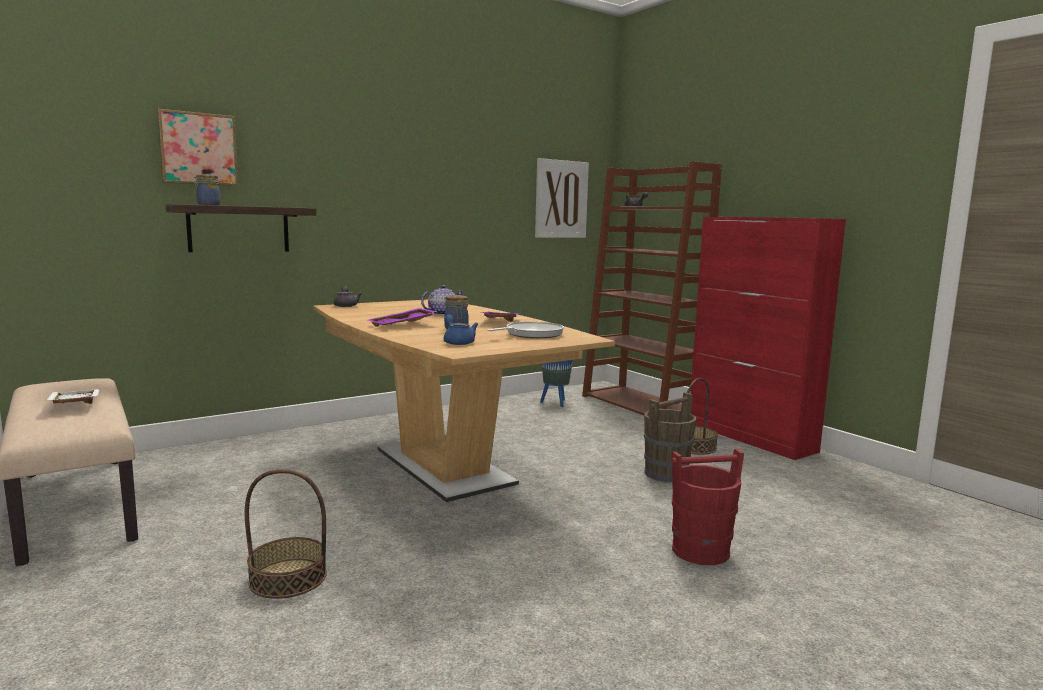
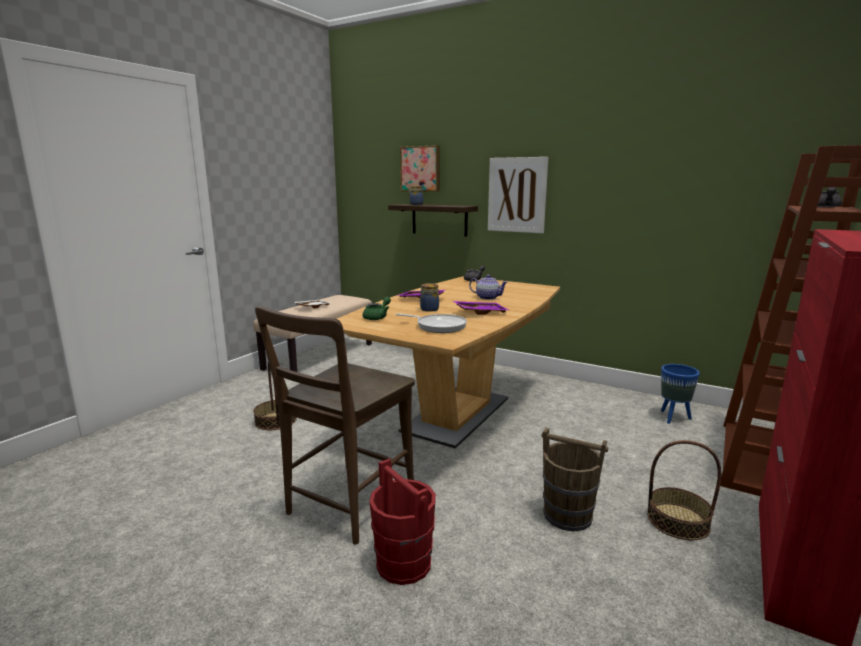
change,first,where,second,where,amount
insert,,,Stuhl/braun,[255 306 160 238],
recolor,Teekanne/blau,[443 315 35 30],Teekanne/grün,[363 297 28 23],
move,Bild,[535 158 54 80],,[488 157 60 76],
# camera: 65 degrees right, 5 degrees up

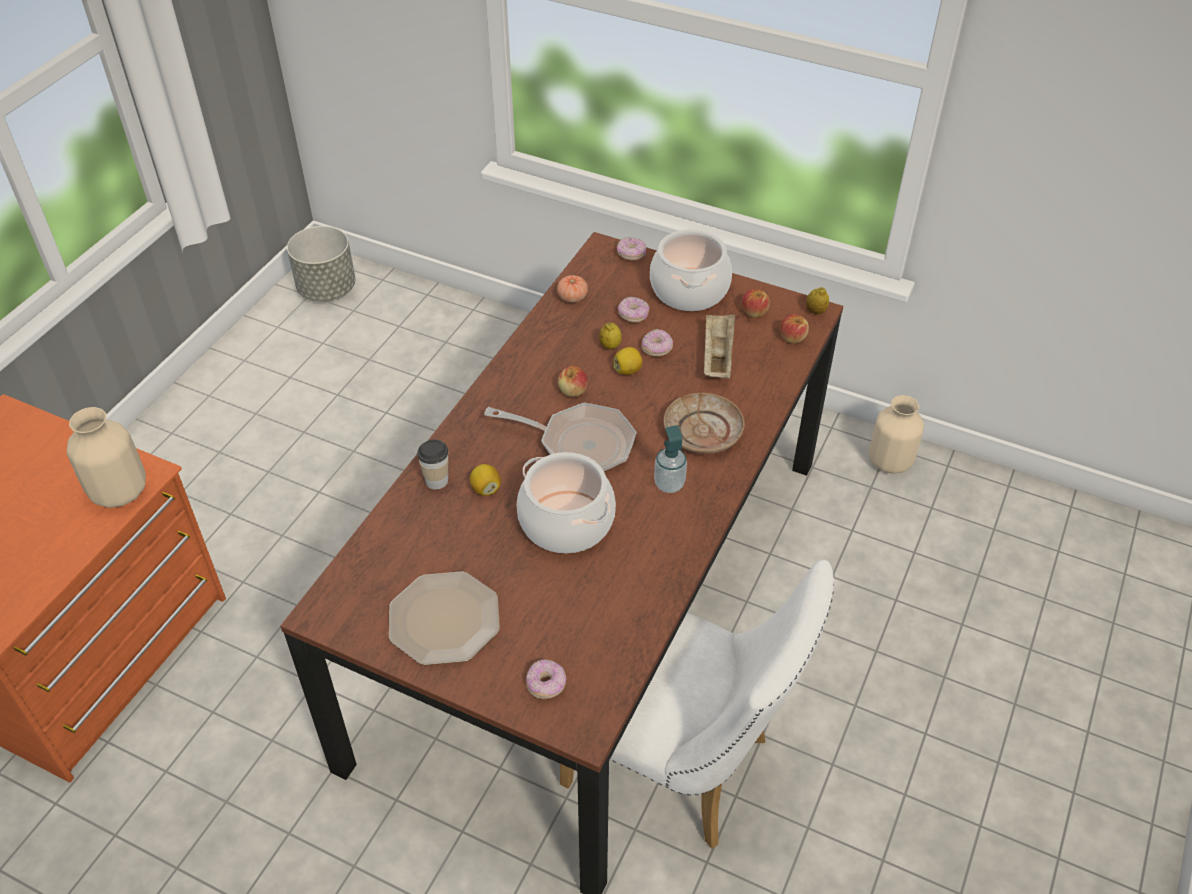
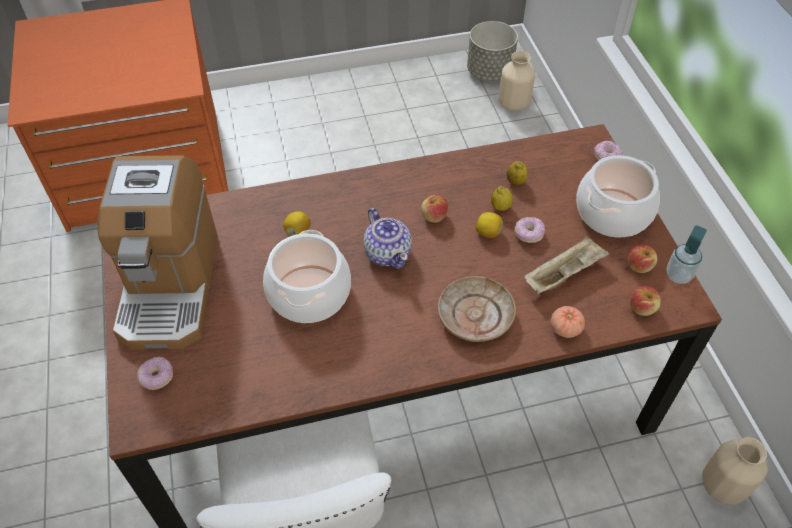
change,first,where,second,where,amount
replace,Teller,[389 571 111 94],Kaffeemaschine,[97 155 121 195],
replace,Pfanne,[484 403 153 69],Teekanne,[363 208 49 61],
move,Vase/beige,[67 407 79 101],,[499 51 36 60],
move,Zitrone,[806 287 23 27],,[507 161 21 24],
move,Tomate,[557 275 31 27],,[551 306 34 32],
move,Seifenspender,[654 425 33 68],,[666 225 41 59],
delete,Tasse,[417 439 32 51],,,
delete,Donut,[618 296 31 27],,,
# camera: 50 degrees right, 5 degrees up

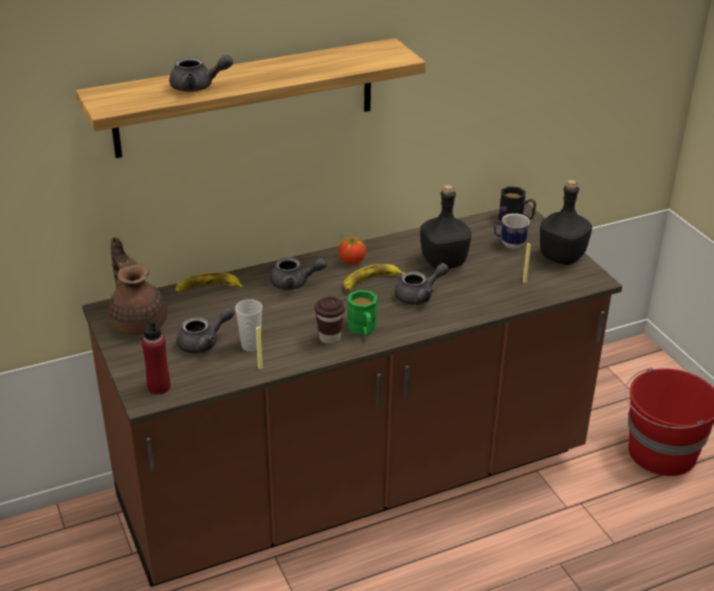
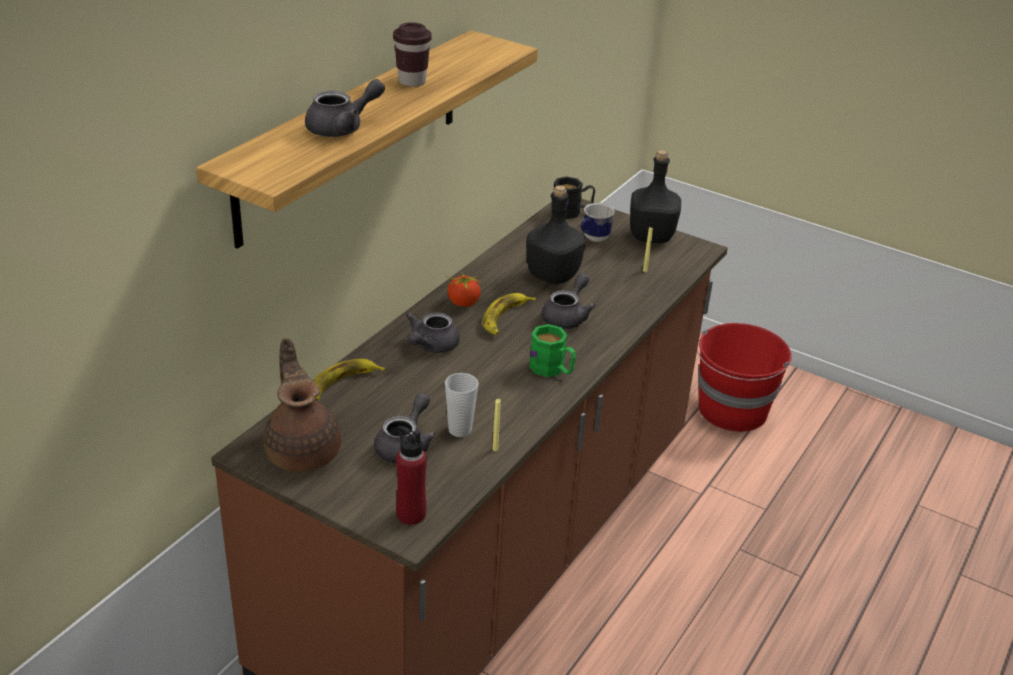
change,first,where,second,where,amount
rotate,Teekanne/braun,[108 237 59 99],,[263 338 78 134],45 degrees clockwise
move,Tasse/braun,[315 296 30 48],,[393 22 39 65],
rotate,Teekanne/grau,[270 257 57 33],,[406 312 54 41],150 degrees clockwise
# camera: 35 degrees left, 0 degrees up

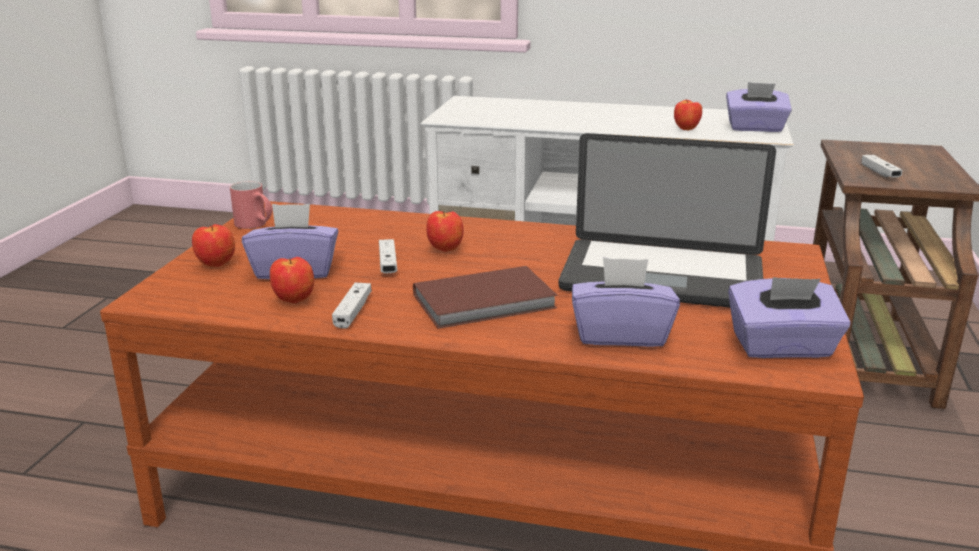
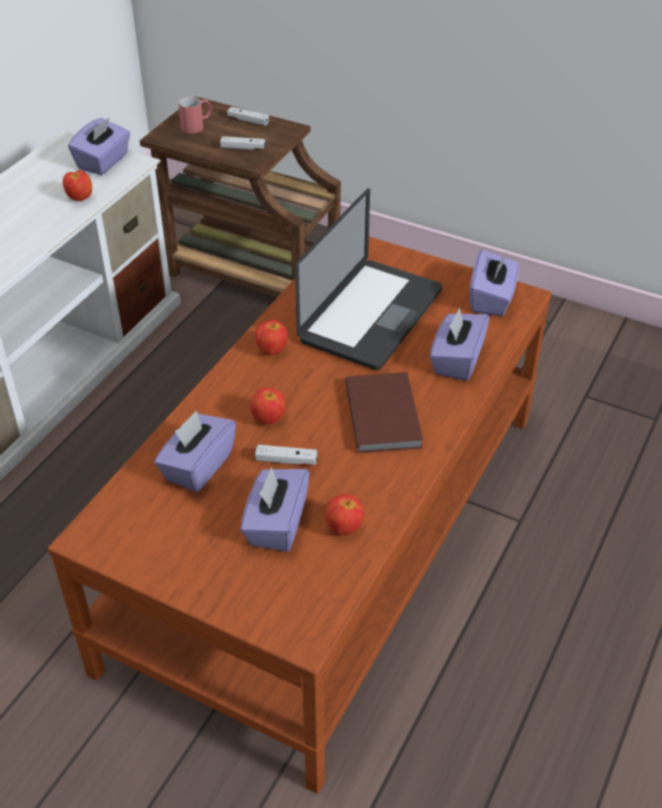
change,first,where,second,where,amount
insert,,,Taschentuchbox/lila,[154 411 82 82],
move,Henkelbecher/rot,[230 181 43 48],,[178 97 34 37],
move,Gamepad/weiß,[332 282 40 47],,[227 107 42 19],
move,Apfel,[192 224 43 43],,[255 320 33 35],
# camera: 75 degrees left, 20 degrees up

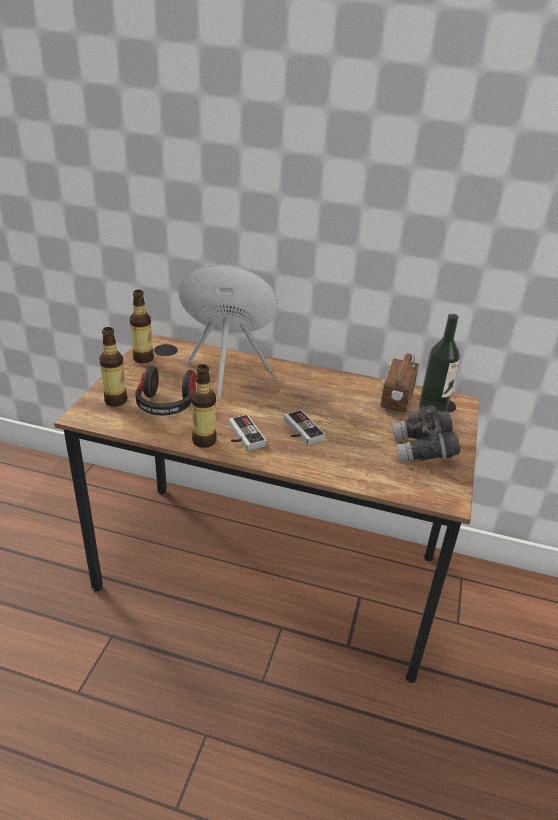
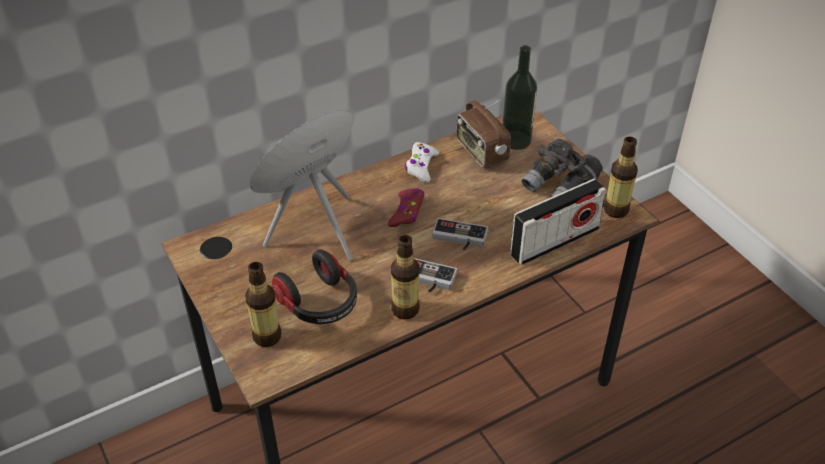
change,first,where,second,where,amount
insert,,,Gamepad/rot,[388 189 36 38],
insert,,,Gamepad/weiß,[405 142 34 41],
insert,,,Radio,[510 179 97 86],
move,Flasche,[130 290 24 73],,[603 137 35 81],
# camera: 45 degrees left, 10 degrees up

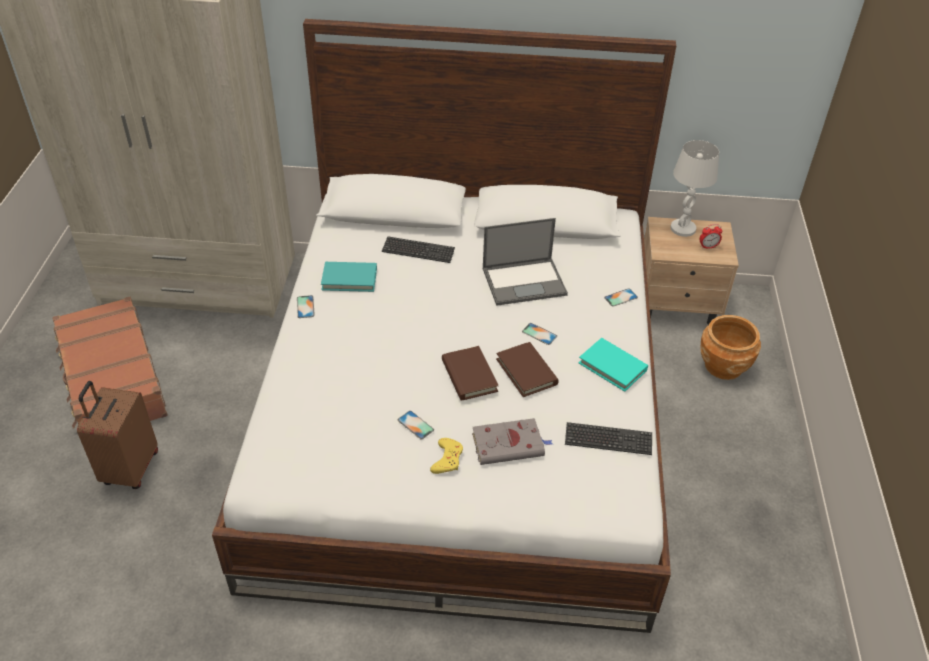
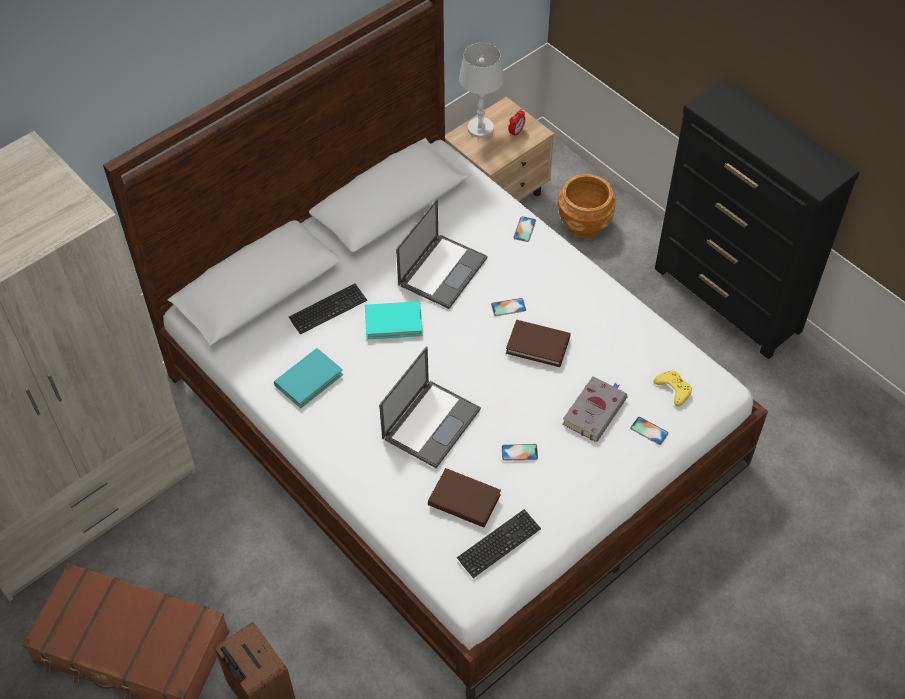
change,first,where,second,where,amount
move,Buch/türkis,[579 338 69 54],,[365 301 57 39],
insert,,,Laptop,[379 346 102 122],
move,Buch/braun,[442 346 57 55],,[428 468 73 59],
move,Tastatur,[565 422 87 33],,[457 509 84 69],
move,Handy,[297 295 18 23],,[630 417 38 28],
move,Gamepad/gelb,[430 438 33 36],,[653 370 39 36],
insert,,,Kommode/schwarz,[655 79 204 280],
# camera: 45 degrees left, 10 degrees up

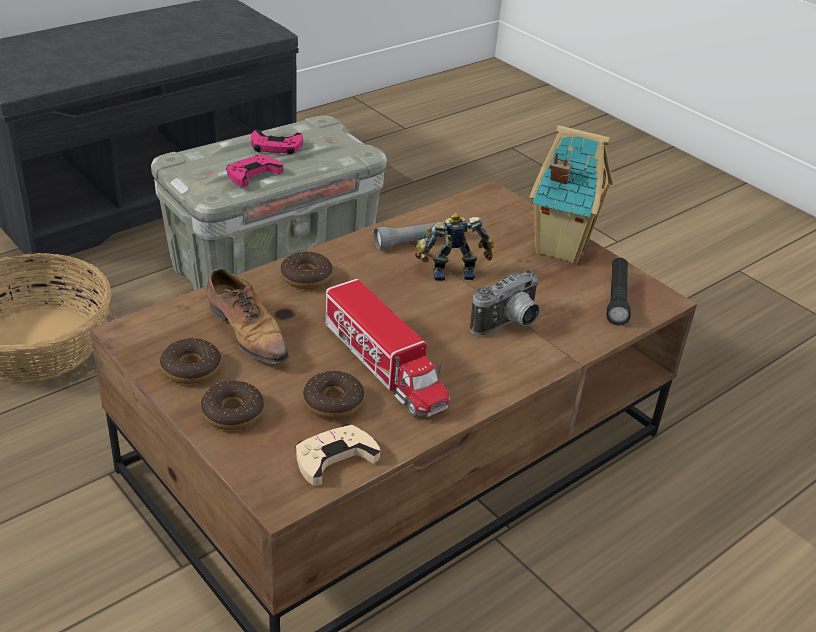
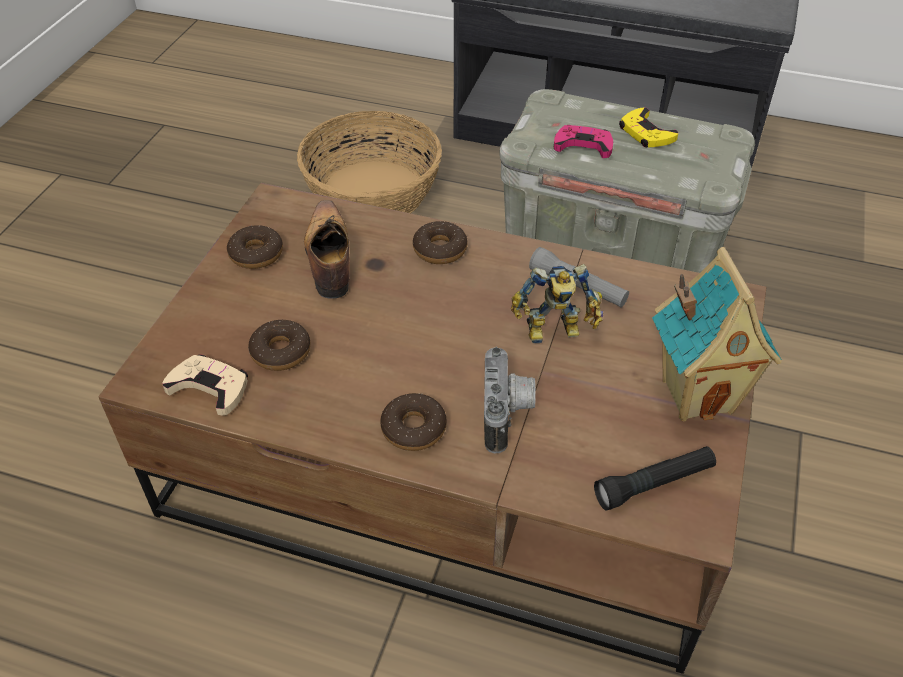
change,first,where,second,where,amount
rotate,Schuh,[207 268 82 98],,[304 200 46 99],150 degrees clockwise
move,Donut,[201 381 63 49],,[380 393 67 58],
rotate,Kamera,[470 270 70 66],,[484 347 52 106],105 degrees counterclockwise
rotate,Spielzeugroboter,[415 213 79 68],,[511 264 92 79],120 degrees clockwise
recolor,Gamepad/rosa,[251 130 52 25],Gamepad/gelb,[619 107 59 40],
delete,Spielzeuglaster,[324 279 126 138],,,
# camera: 60 degrees right, 10 degrees up

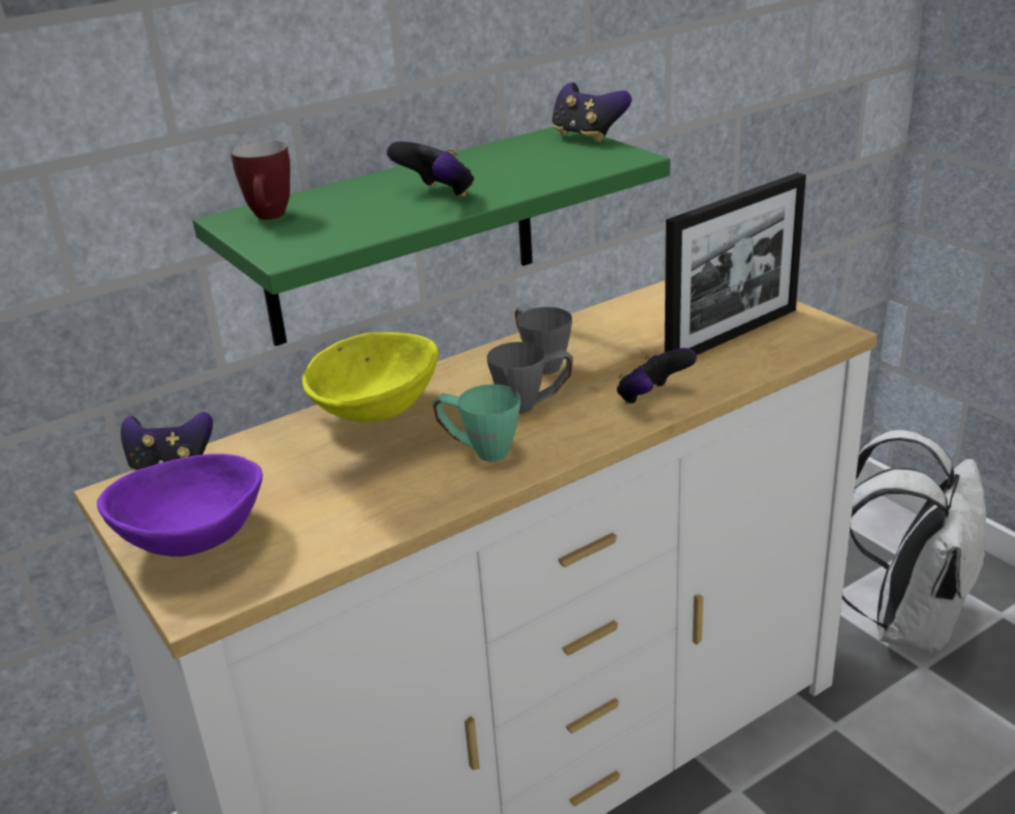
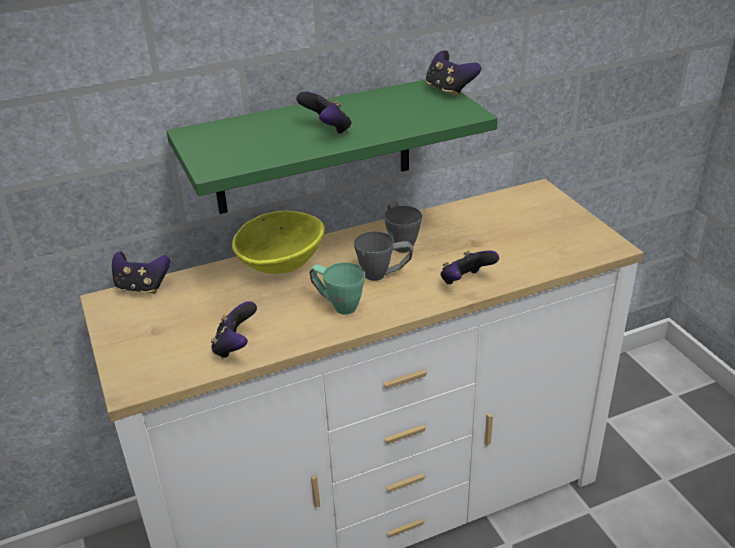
change,first,where,second,where,amount
insert,,,Gamepad,[211 301 46 58],
delete,Schüssel/lila,[97 454 166 103],,,
delete,Henkelbecher,[231 141 59 79],,,
delete,Bilderrahmen,[665 172 141 183],,,
delete,Rucksack/weiß,[842 430 145 225],,,
# camera: 10 degrees right, 5 degrees up

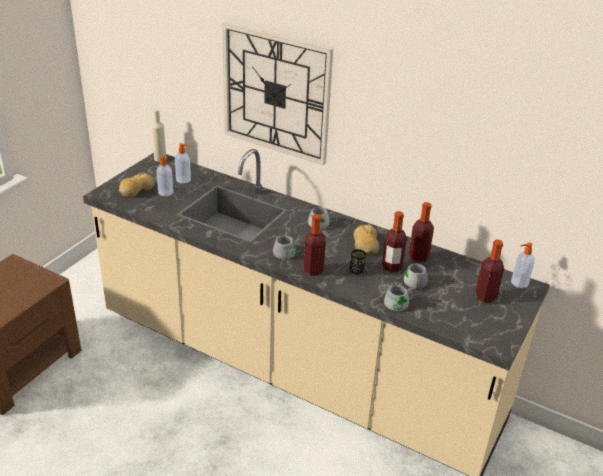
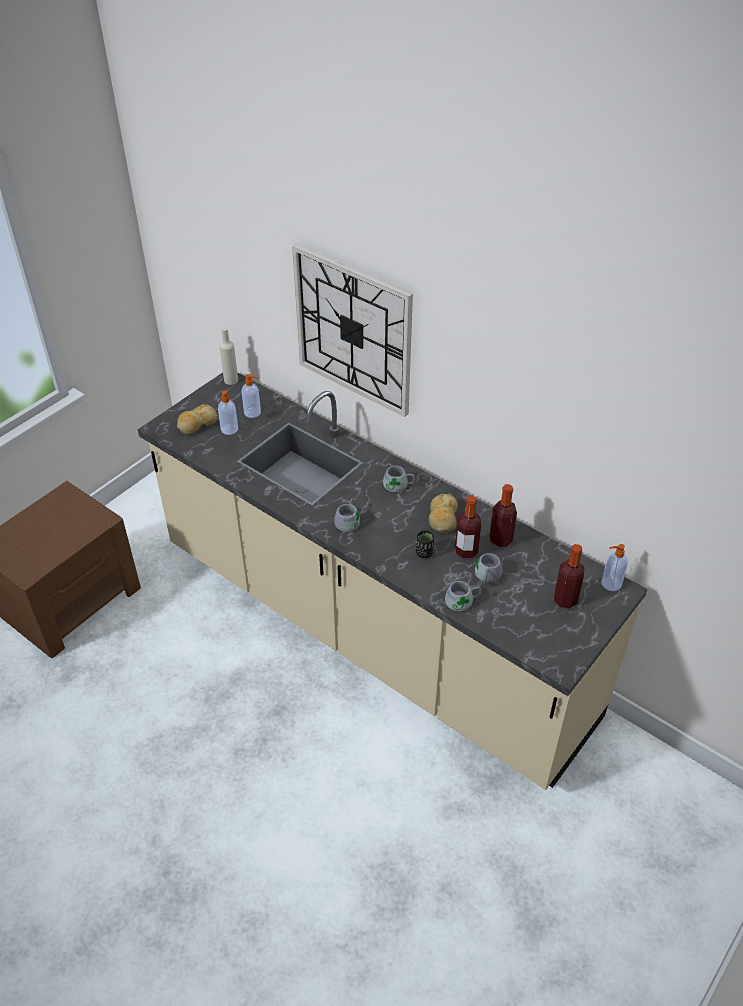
change,first,where,second,where,amount
delete,Flasche,[304 214 22 62],,,
# camera: 10 degrees right, 10 degrees up

